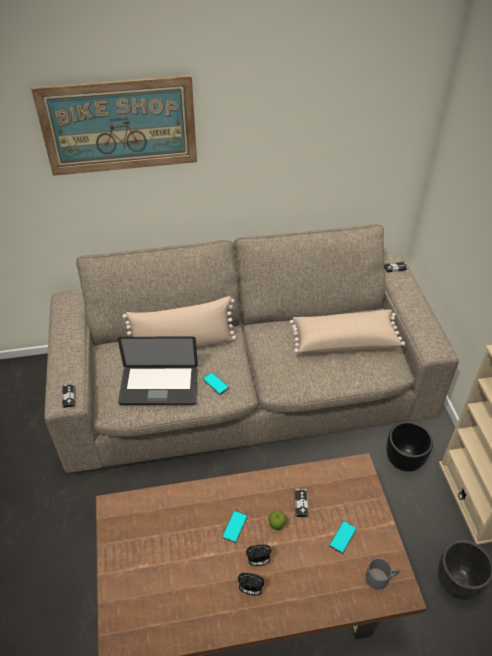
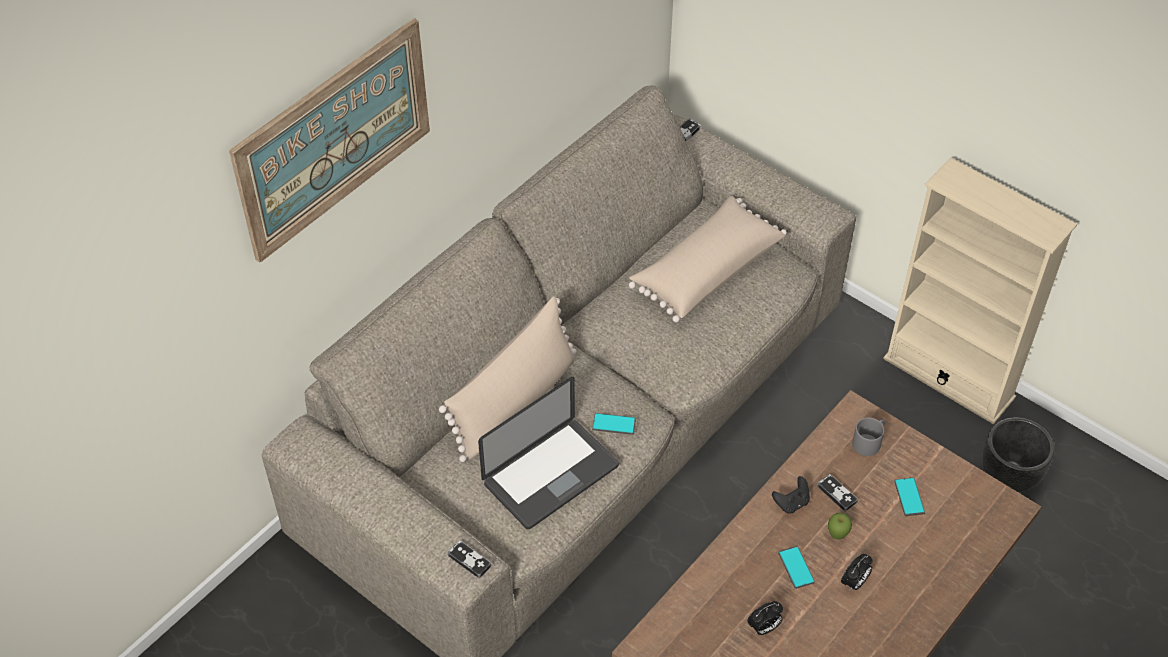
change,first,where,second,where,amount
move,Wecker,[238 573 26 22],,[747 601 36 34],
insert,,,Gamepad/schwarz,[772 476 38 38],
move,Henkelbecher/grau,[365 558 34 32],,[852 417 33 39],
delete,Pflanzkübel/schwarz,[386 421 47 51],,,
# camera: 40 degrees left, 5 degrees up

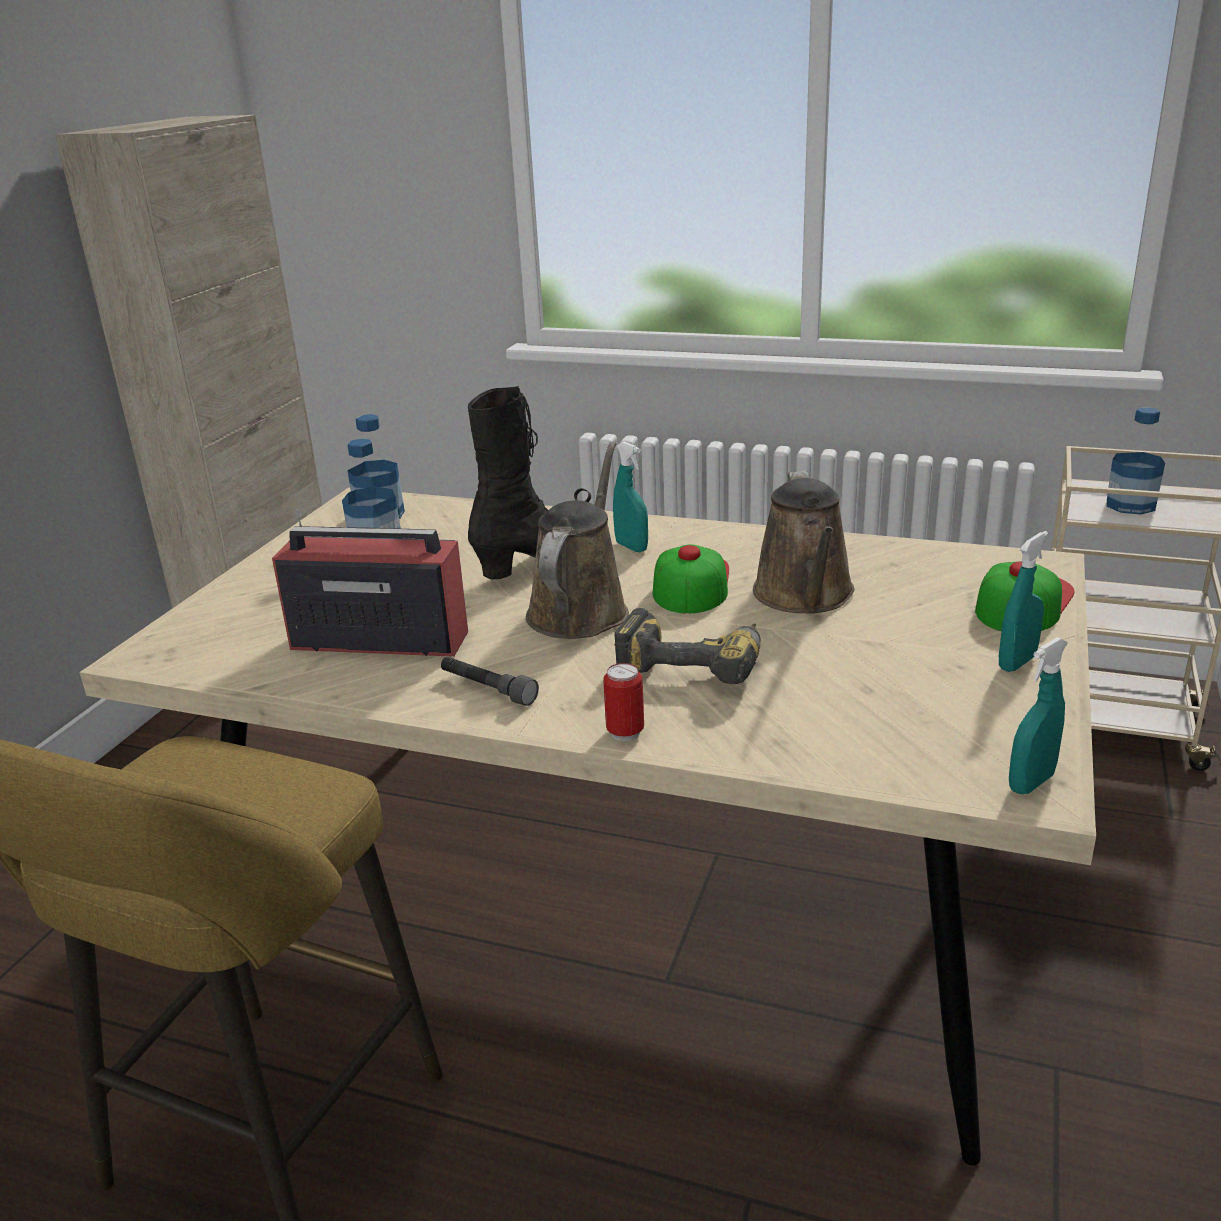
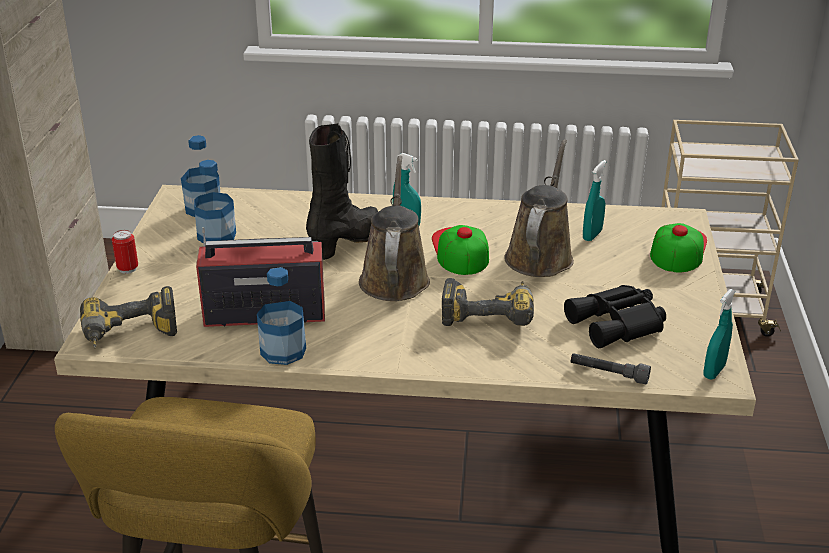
change,first,where,second,where,amount
insert,,,Bohrmaschine,[80 286 97 62],
move,Dose,[603 663 41 78],,[112 230 26 44],
move,Flasche,[1107 407 58 108],,[257 267 49 98],
rotate,Gießkanne/braun,[753 471 102 142],,[504 139 70 138],150 degrees counterclockwise
insert,,,Fernglas/schwarz,[564 285 102 63],
move,Taschenlampe/grau,[441 657 98 49],,[571 353 80 32],
move,Sprühflasche/türkis,[999 531 49 141],,[583 160 23 81],
# camera: 15 degrees left, 5 degrees up

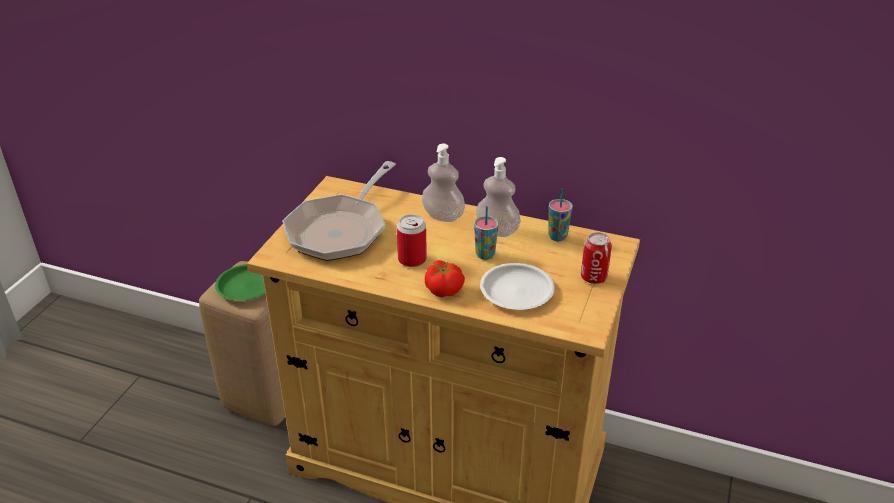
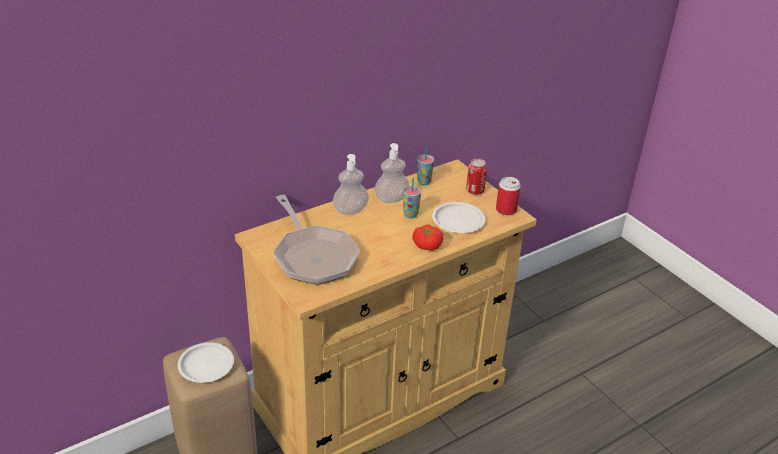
change,first,where,second,where,amount
recolor,Teller/grün,[215 264 50 37],Teller/weiß,[178 342 56 41],
move,Dose,[397 214 30 53],,[496 177 25 38],
# camera: 55 degrees left, 0 degrees up

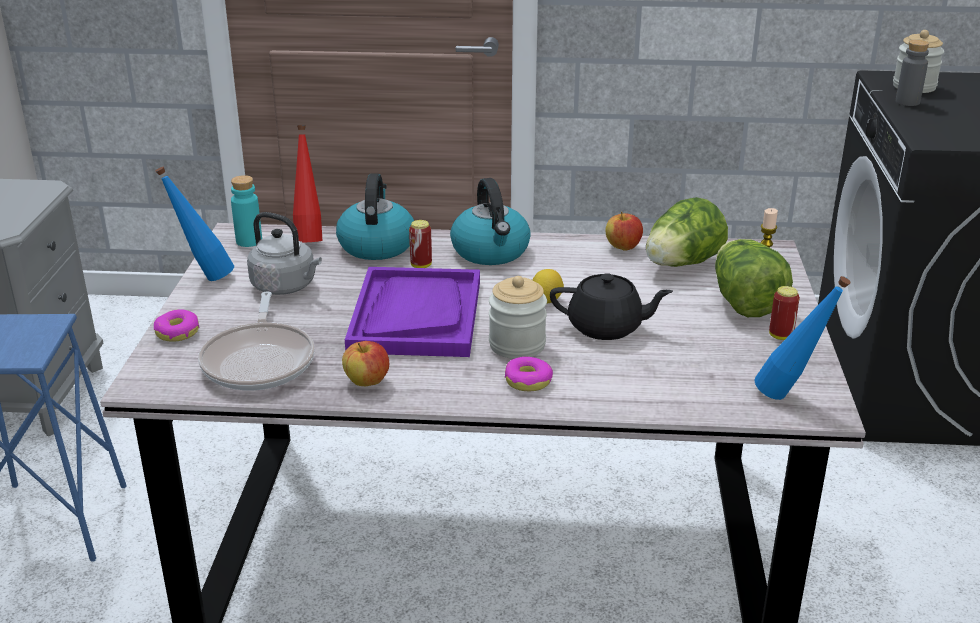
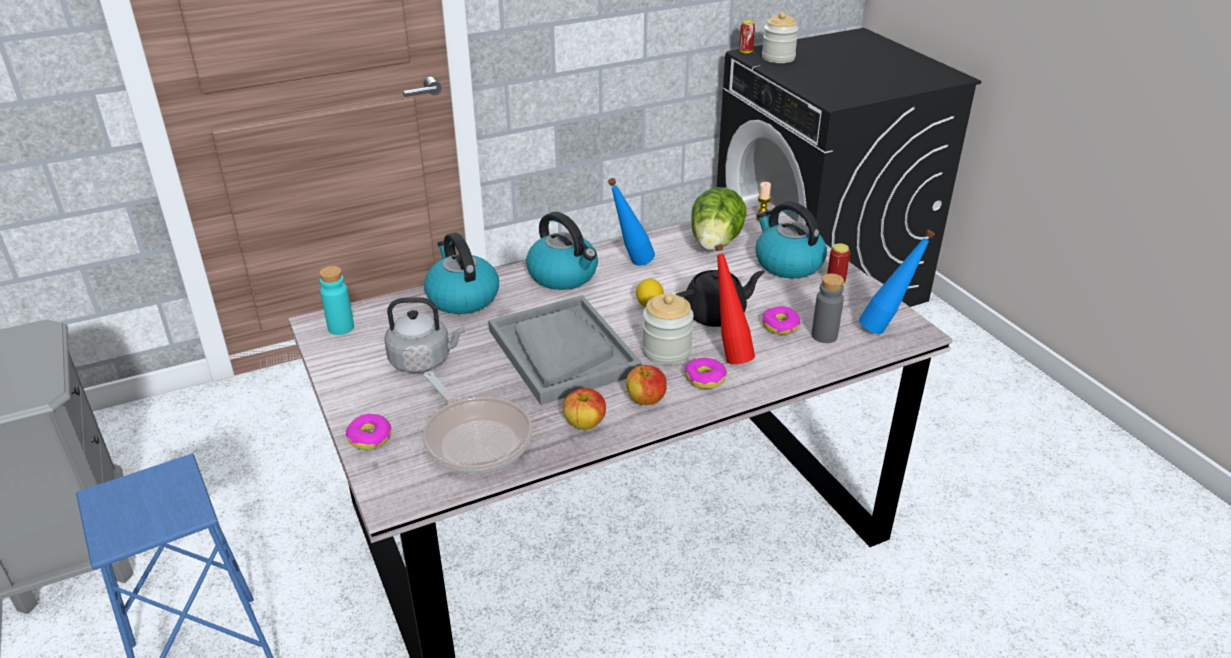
change,first,where,second,where,amount
recolor,Tablett/lila,[345 267 135 90],Tablett/grau,[488 295 154 110],
move,Flasche/blau,[156 167 78 114],,[608 178 47 88],
move,Apfel,[605 212 38 39],,[626 365 41 40],
move,Flasche/rot,[293 125 29 118],,[714 244 41 120],
move,Dose,[409 220 23 48],,[739 20 16 34],
replace,Salatkopf,[715 239 78 78],Wasserkessel,[755 201 72 77],
insert,,,Donut,[762 306 38 29],
move,Flasche/grau,[896 40 33 66],,[811 273 33 70],
# camera: 30 degrees left, 5 degrees up

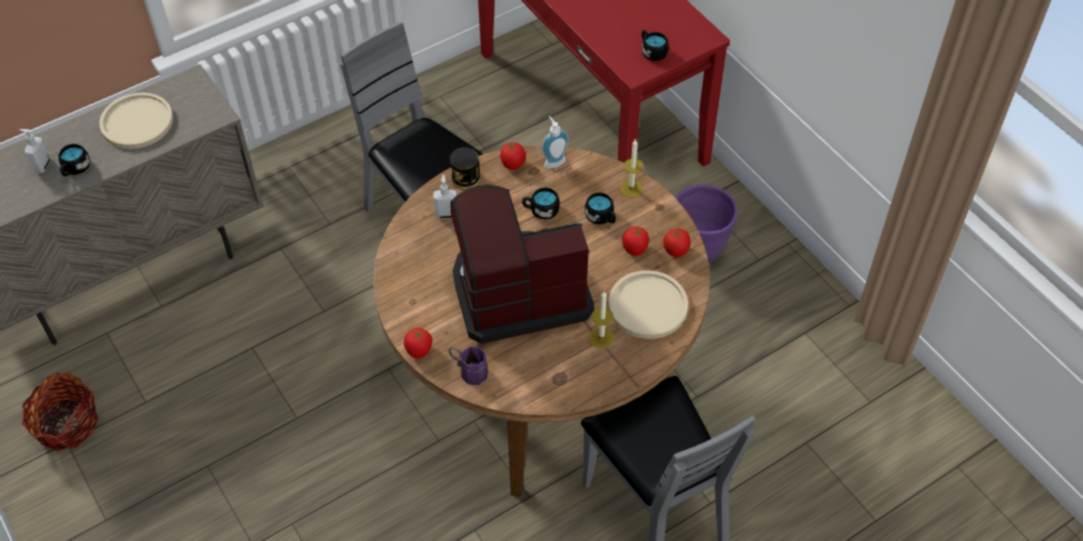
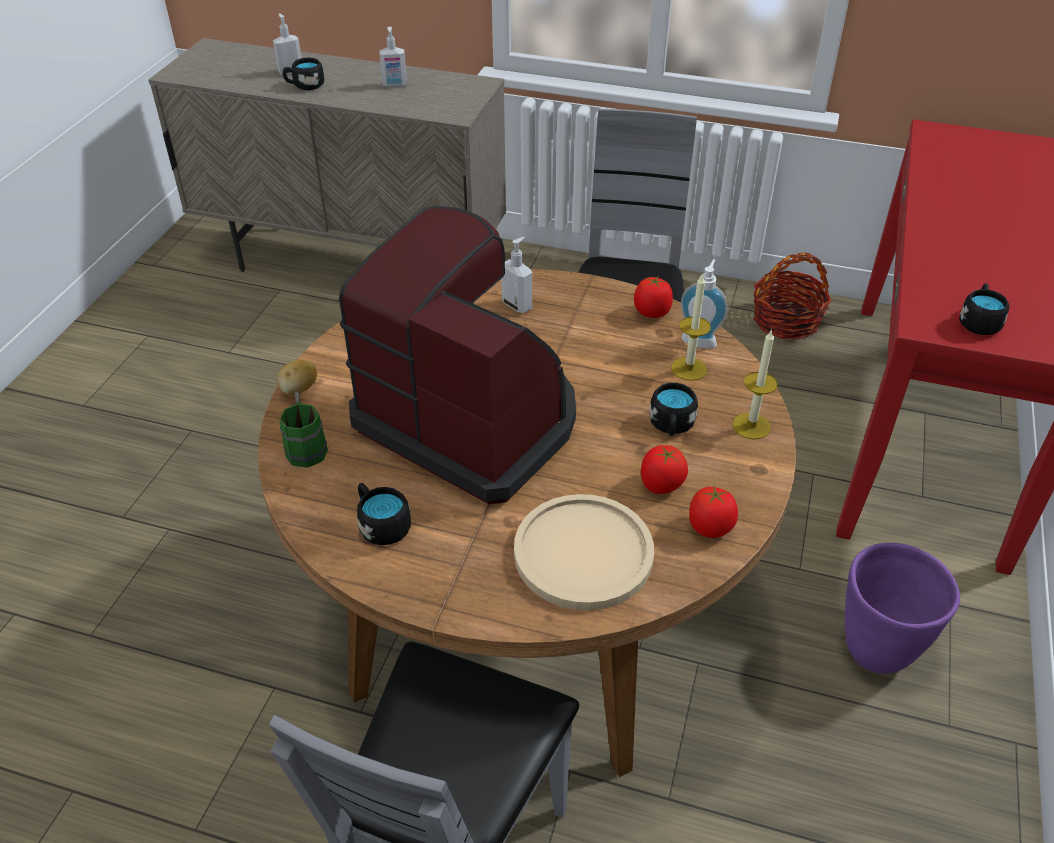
change,first,where,second,where,amount
replace,Tomate,[404 328 28 31],Kartoffel,[277 360 40 35],
recolor,Henkelbecher/lila,[449 346 39 39],Henkelbecher/grün,[279 392 49 76],
move,Henkelbecher/schwarz,[522 187 38 32],,[357 483 54 62],
replace,Teller/beige,[99 92 74 57],Seifenspender,[379 27 28 60],
move,Kerze,[589 292 25 56],,[671 273 40 108],
move,Korb,[22 372 76 79],,[754 252 77 87],
delete,Dose,[450 147 30 43],,,
# camera: 50 degrees right, 10 degrees down

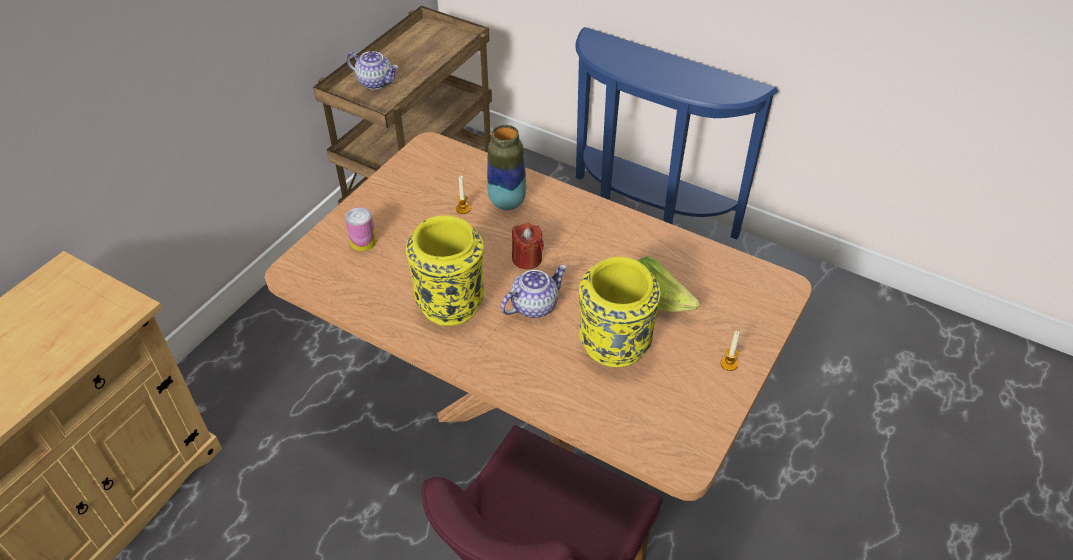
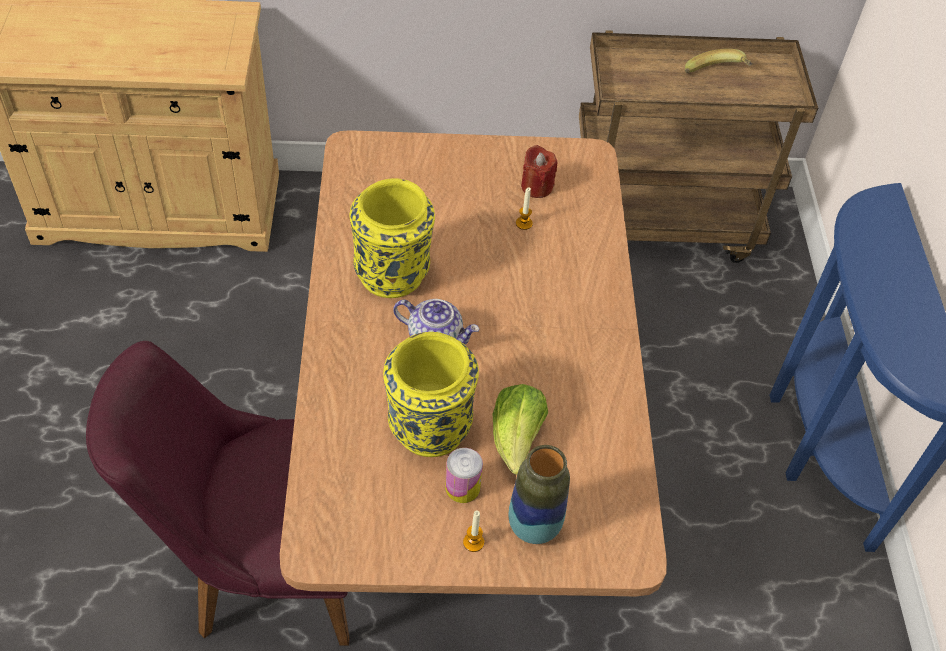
change,first,where,second,where,amount
move,Dose,[345 207 31 44],,[445 448 38 55],
move,Vase,[487 125 39 85],,[509 445 61 99],
move,Kerze/rot,[512 222 32 47],,[521 145 36 53],
insert,,,Banane,[685 49 67 24],
delete,Teekanne,[346 51 53 38],,,
# camera: 55 degrees right, 5 degrees up

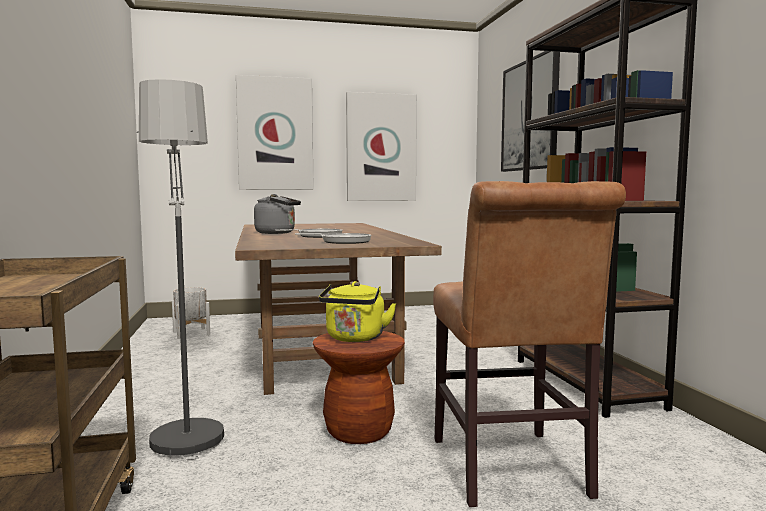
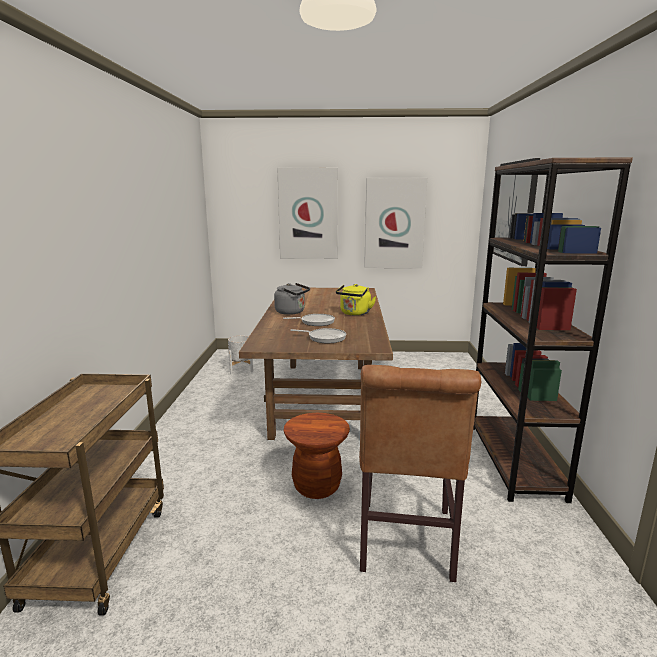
change,first,where,second,where,amount
move,Wasserkessel/gelb,[319 281 78 61],,[336 284 40 32],
delete,Stehlampe,[136 79 88 383],,,
# camera: 15 degrees right, 10 degrees up

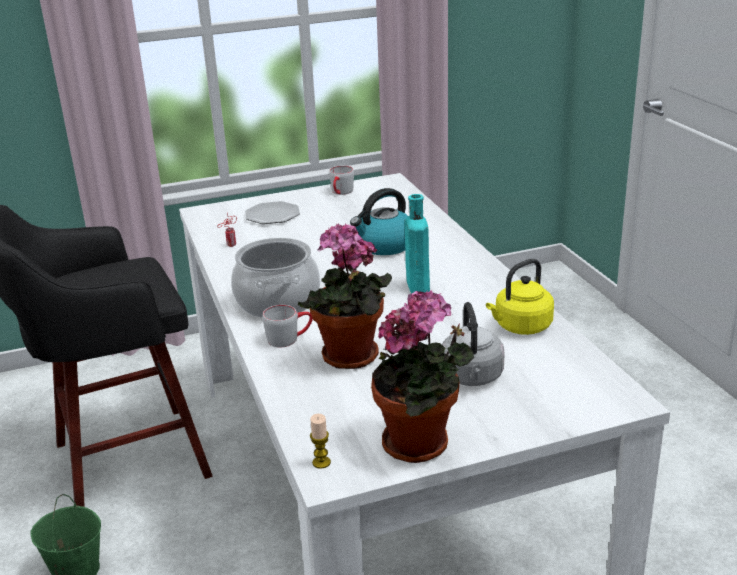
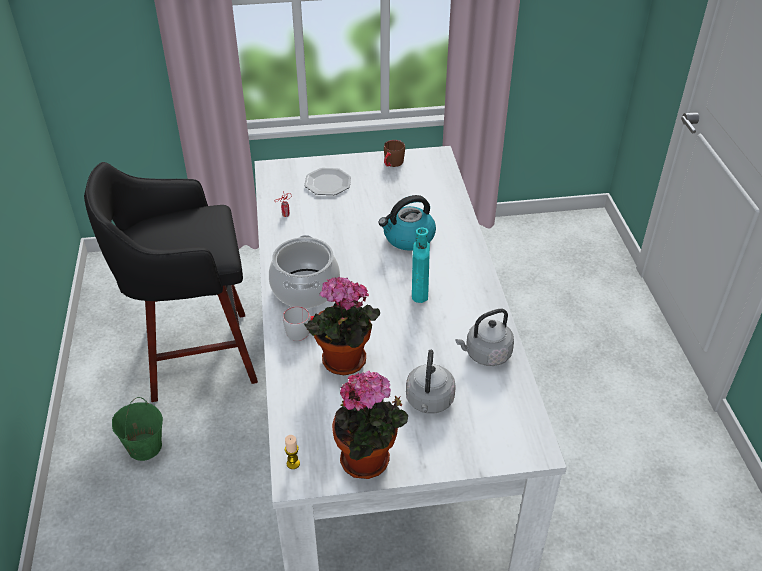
change,first,where,second,where,amount
recolor,Henkelbecher/grau,[329 166 25 29],Henkelbecher/braun,[384 140 21 27],
recolor,Wasserkessel/gelb,[486 259 68 76],Wasserkessel/grau,[455 309 59 57],
# camera: 10 degrees right, 15 degrees up

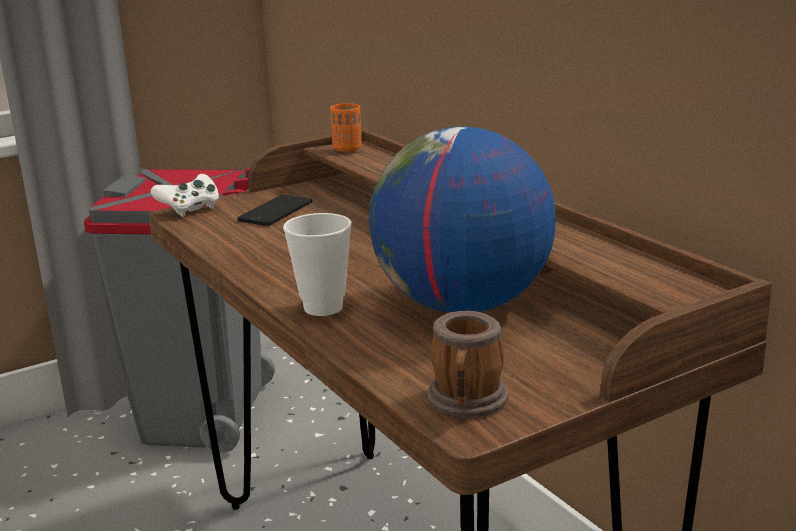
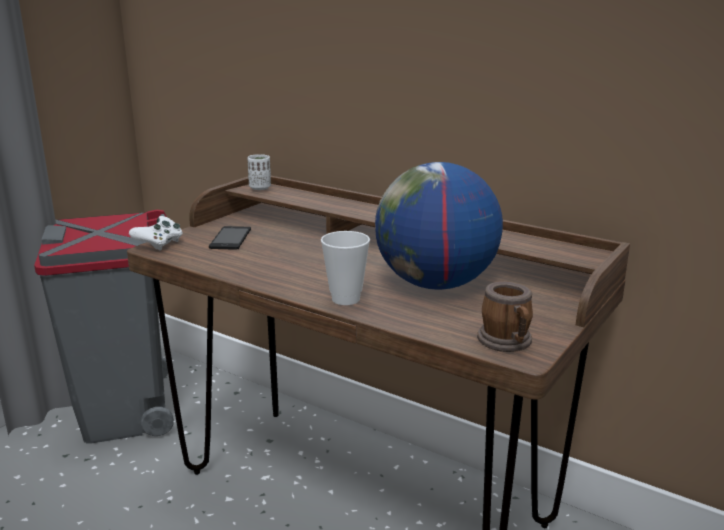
change,first,where,second,where,amount
recolor,Tasse/orange,[330 103 32 49],Tasse/weiß,[247 154 24 36],
# camera: 25 degrees left, 0 degrees up

